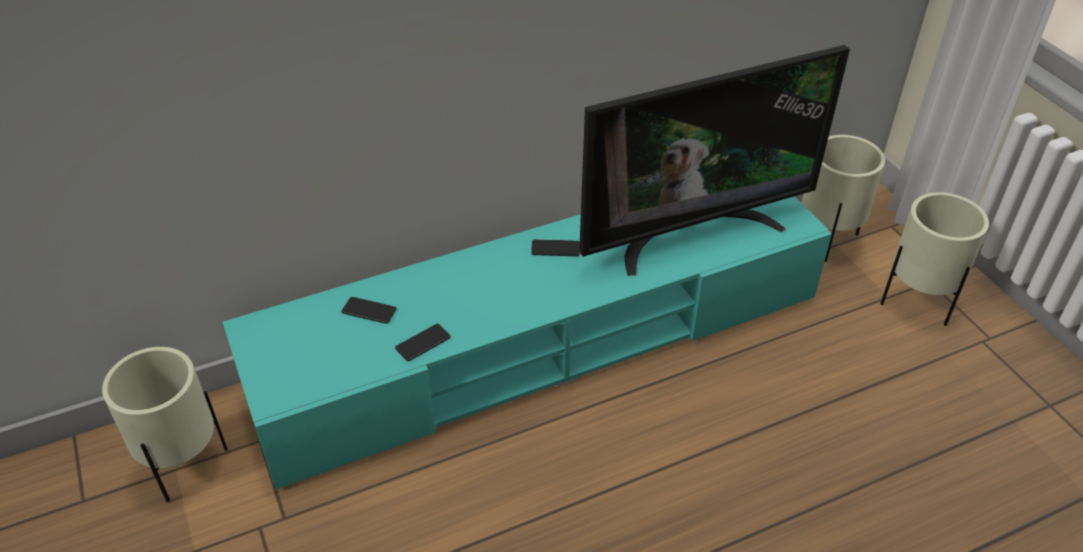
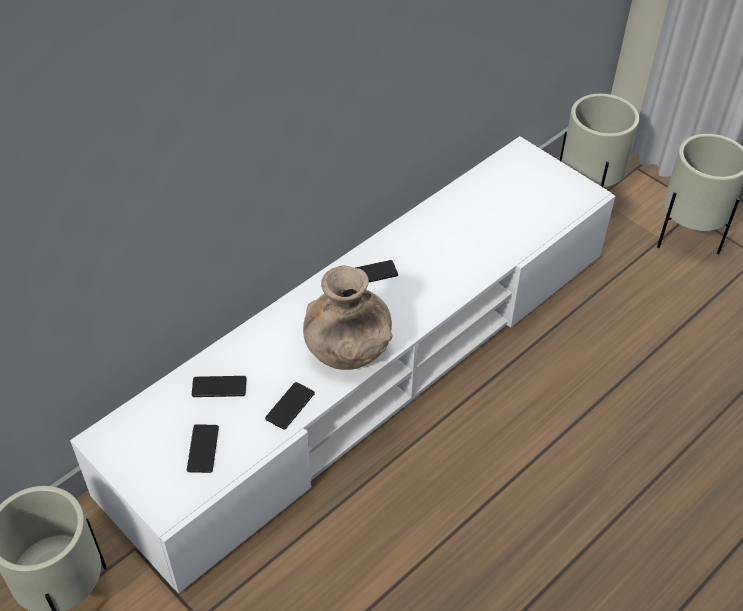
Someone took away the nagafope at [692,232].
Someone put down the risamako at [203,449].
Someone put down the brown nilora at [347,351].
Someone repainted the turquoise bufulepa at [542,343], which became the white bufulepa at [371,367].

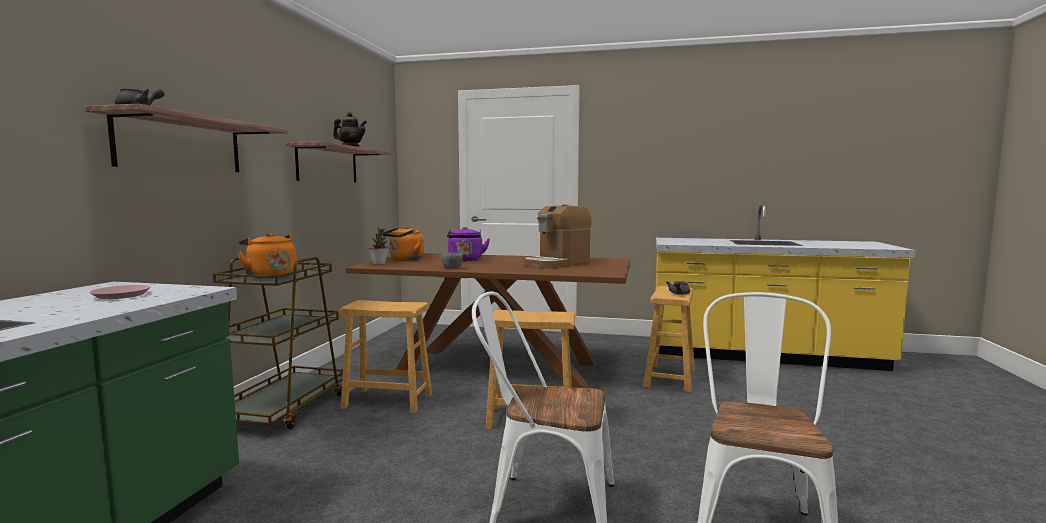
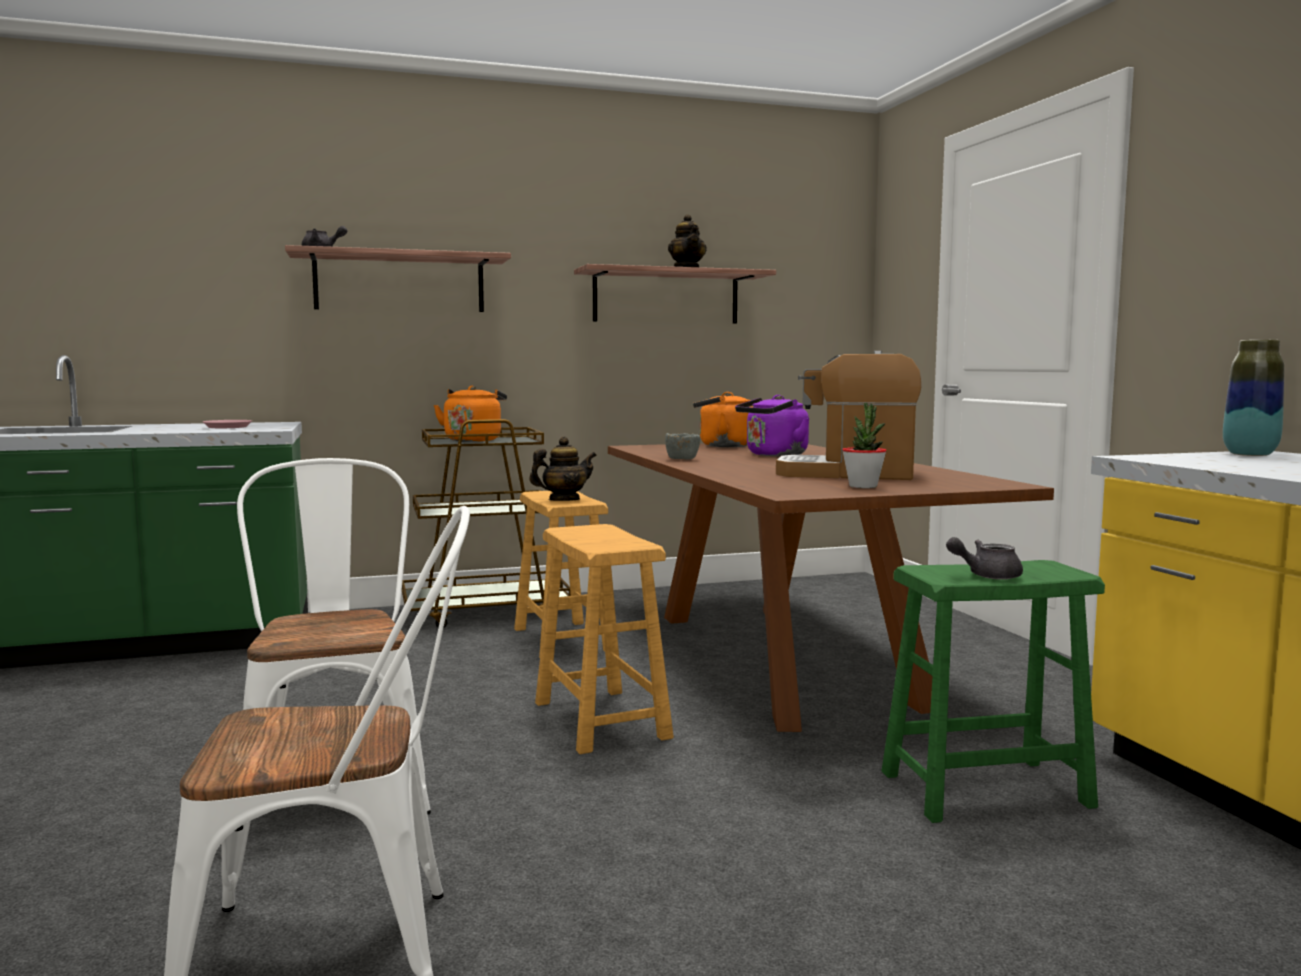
Someone put down the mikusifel at [563,500].
Someone put down the nilora at [1250,454].
Someone carried the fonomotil from [379,263] to [863,486].
Someone repainted the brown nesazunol at [670,378], which became the green nesazunol at [985,789].

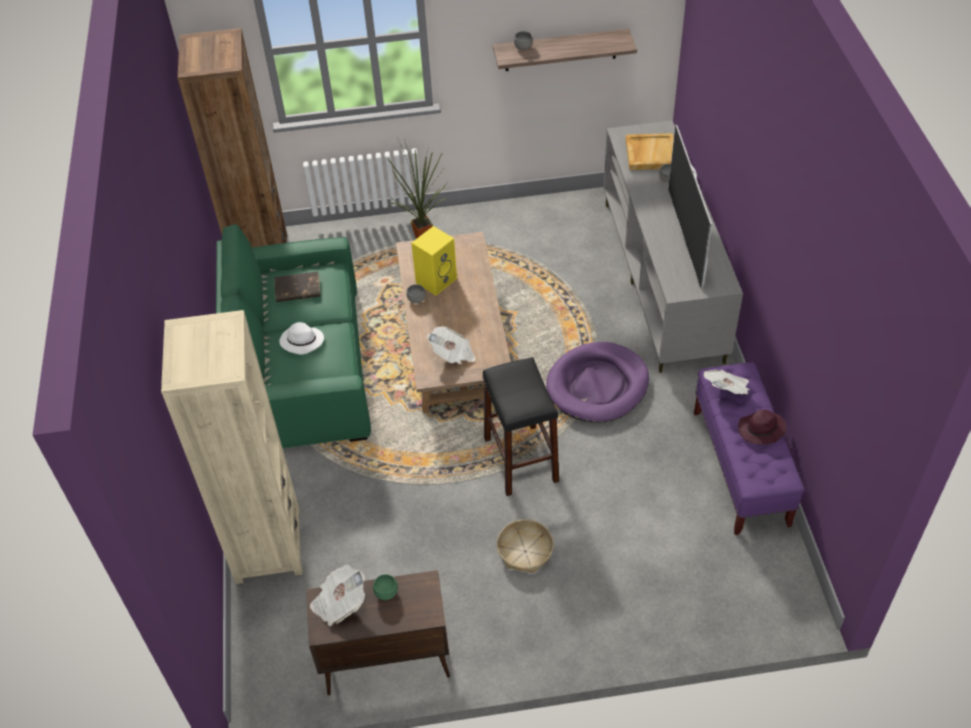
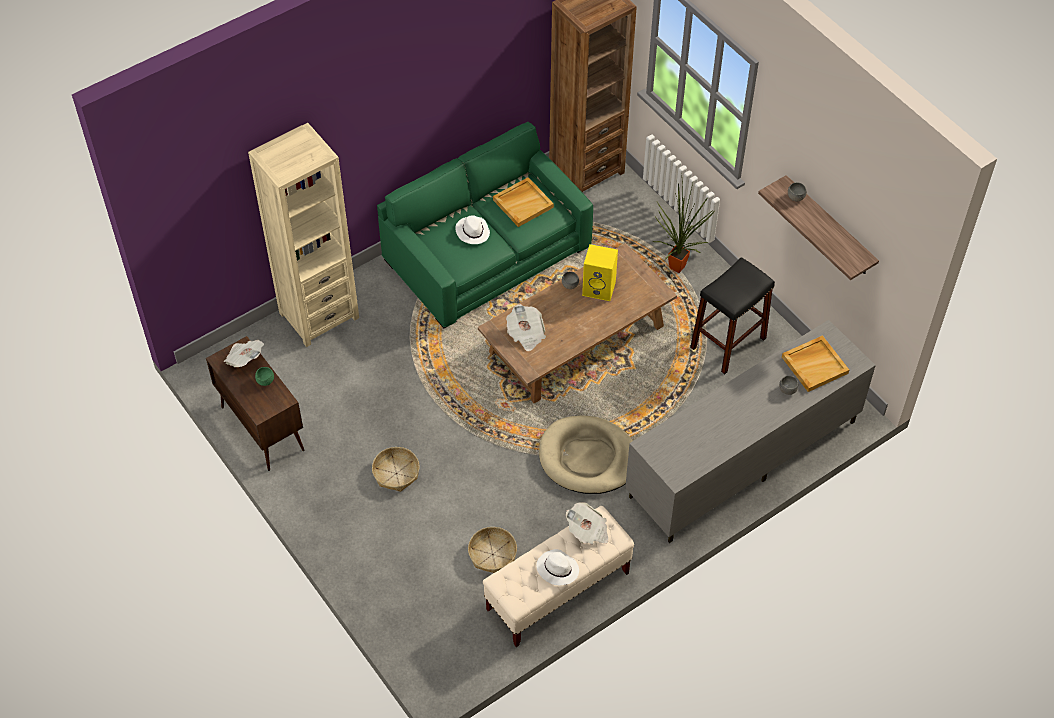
Someone took away the nagafope at [685,237].
Someone put down the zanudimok at [492,554].
Someone carried the black nesazunol from [521,460] to [728,343].
Someone swapped the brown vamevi at [297,289] for the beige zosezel at [523,203].
Someone repainted the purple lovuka at [597,385], which became the beige lovuka at [588,458].
Someone repainted the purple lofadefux at [740,468], which became the beige lofadefux at [557,591].
Someone repainted the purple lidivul at [760,430], which became the white lidivul at [557,569].

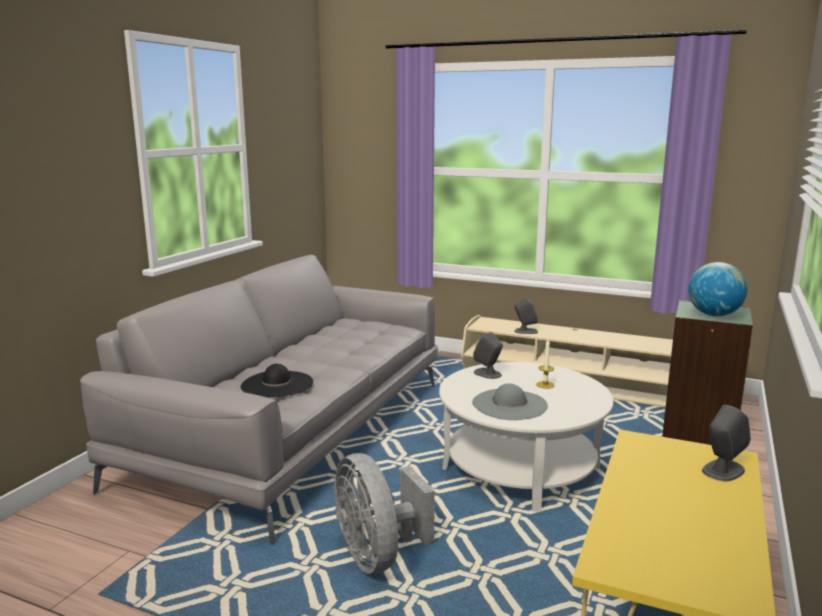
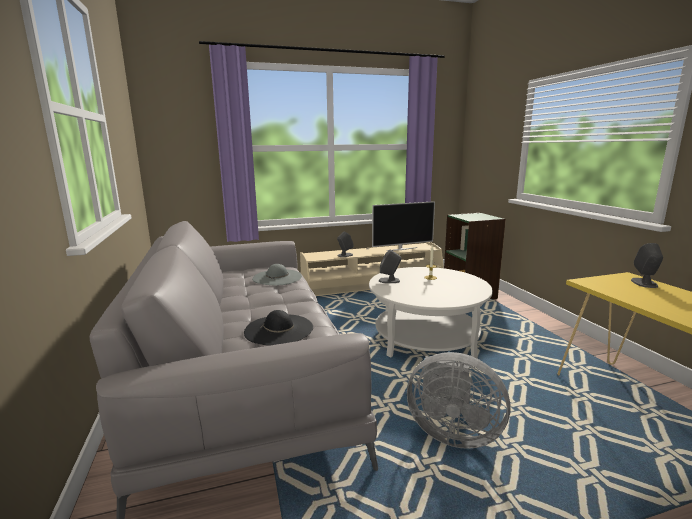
Someone took away the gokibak at [713,315].
Someone put down the nagafope at [401,249].
Someone carried the grey lidivul from [509,404] to [277,277].

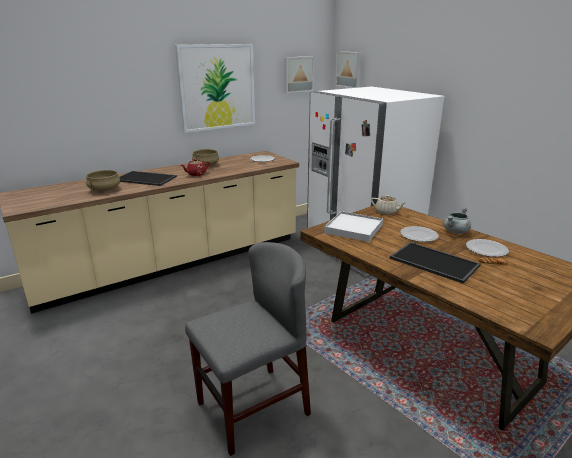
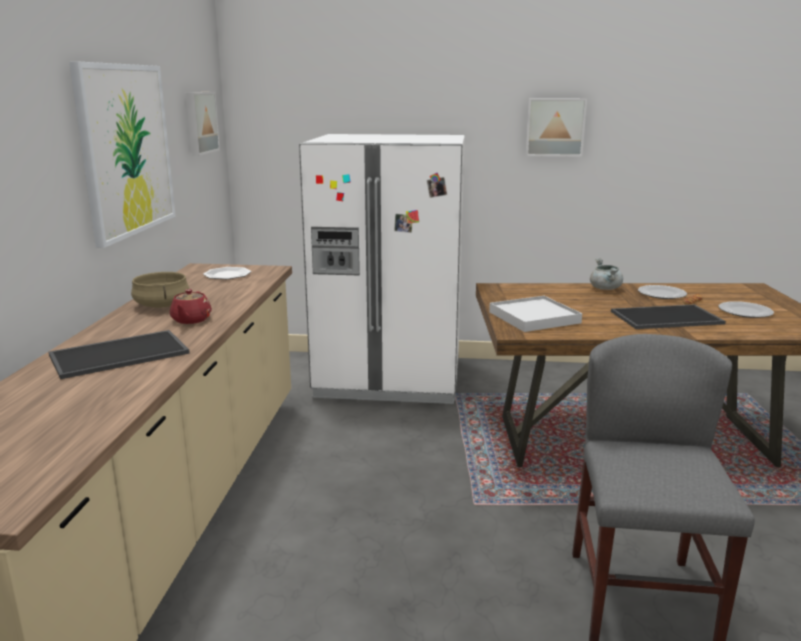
Someone took away the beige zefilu at [104,189].
Someone took away the beige mikusifel at [386,212].
Someone carried the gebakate from [349,69] to [555,127].
Someone carried the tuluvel from [419,236] to [746,312].

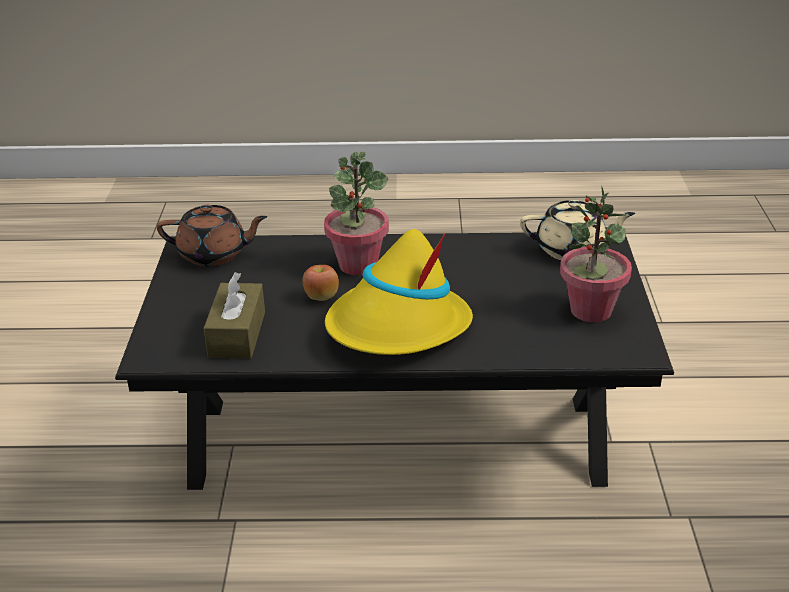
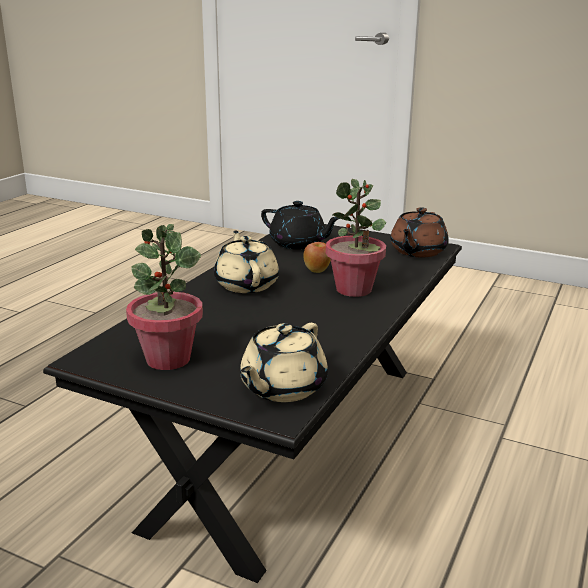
Someone swapped the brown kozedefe at [237,334] for the black mikusifel at [298,244].
Someone swapped the yellow lidivul at [398,327] for the beige mikusifel at [246,284].

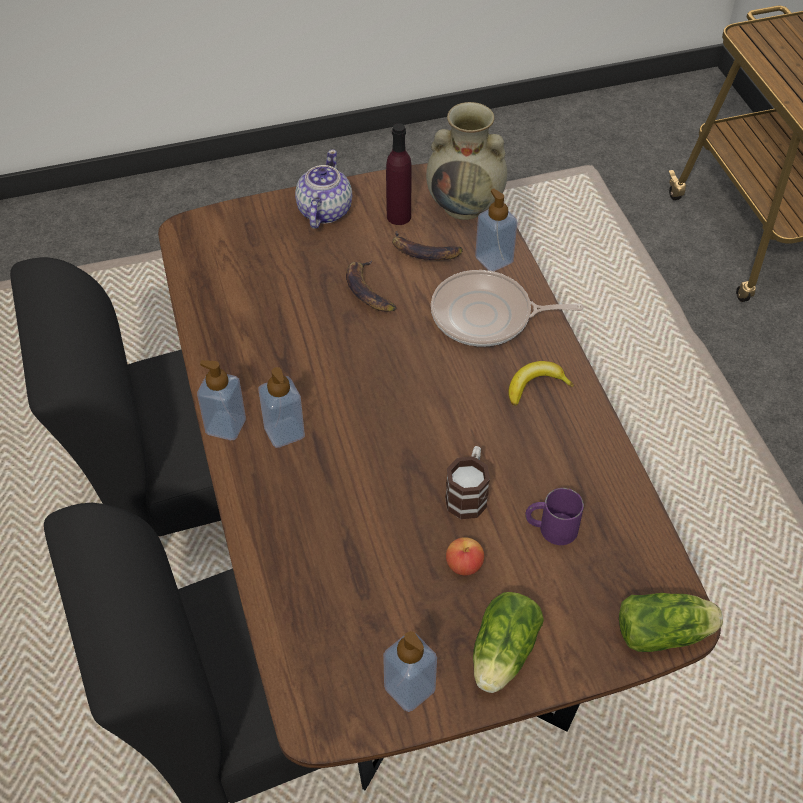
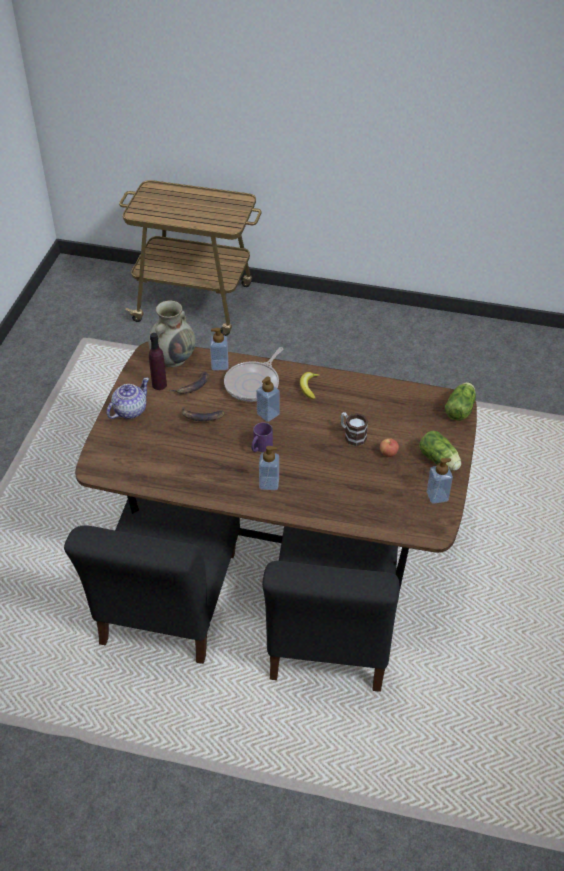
Someone carried the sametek from [226,426] to [268,414].
Someone carried the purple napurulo from [550,528] to [260,447].
Someone rotated the mikusifel at [324,211] by 90 degrees clockwise.

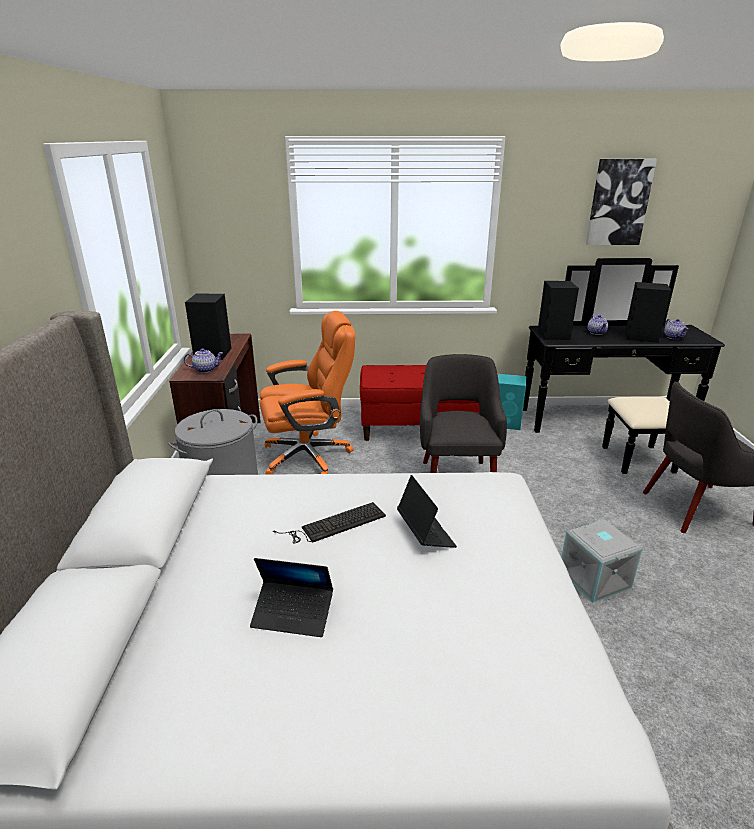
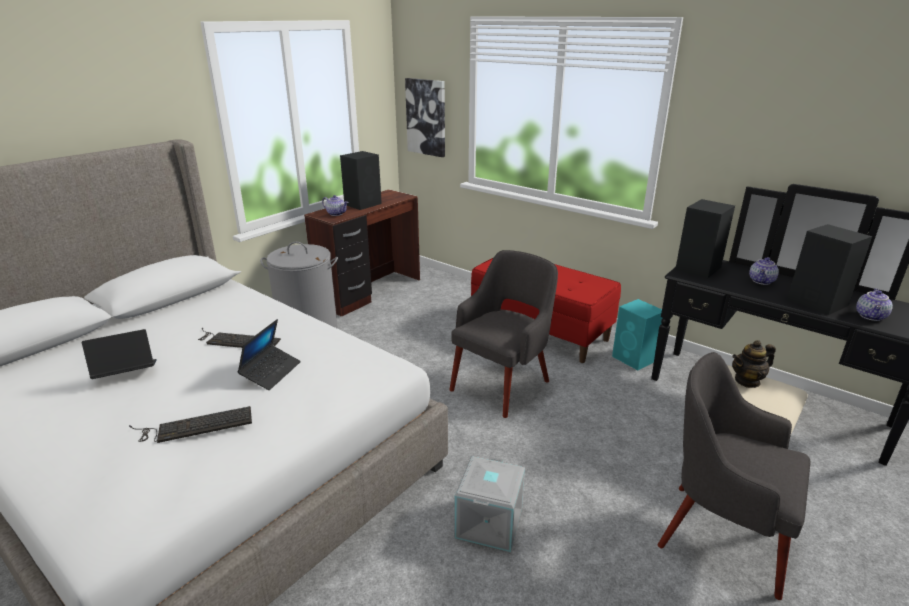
Someone took away the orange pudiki at [308,456].
Someone put down the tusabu at [193,426].
Someone put down the mikusifel at [747,381].
Someone carried the gebakate from [618,202] to [426,117].
Someone rotated the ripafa at [293,614] by 105 degrees clockwise.

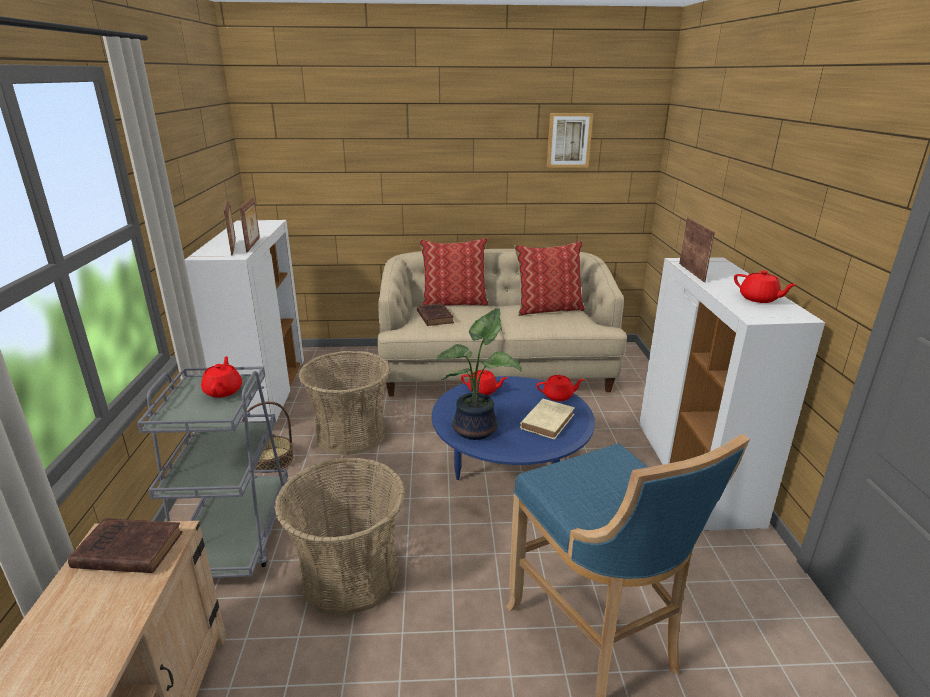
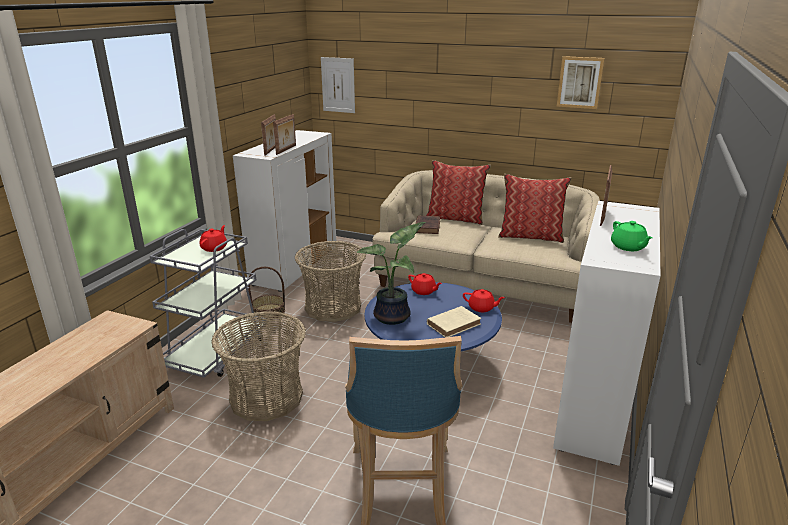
Someone took away the brown vamevi at [126,550].
Someone put up the gebakate at [338,85].
Someone repainted the red mikusifel at [759,299], which became the green mikusifel at [628,247].

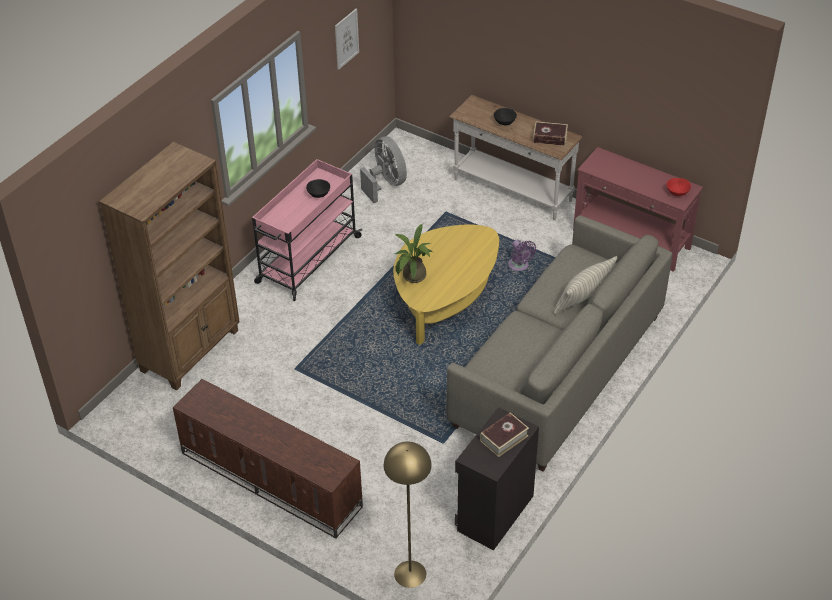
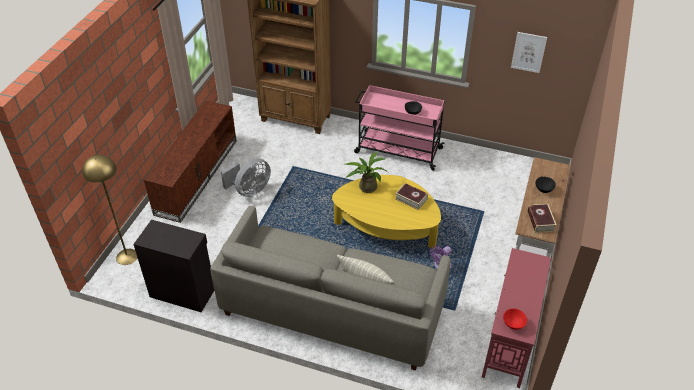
Someone carried the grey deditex from [386,184] to [250,190].
Someone carried the vamevi from [504,438] to [411,199].

